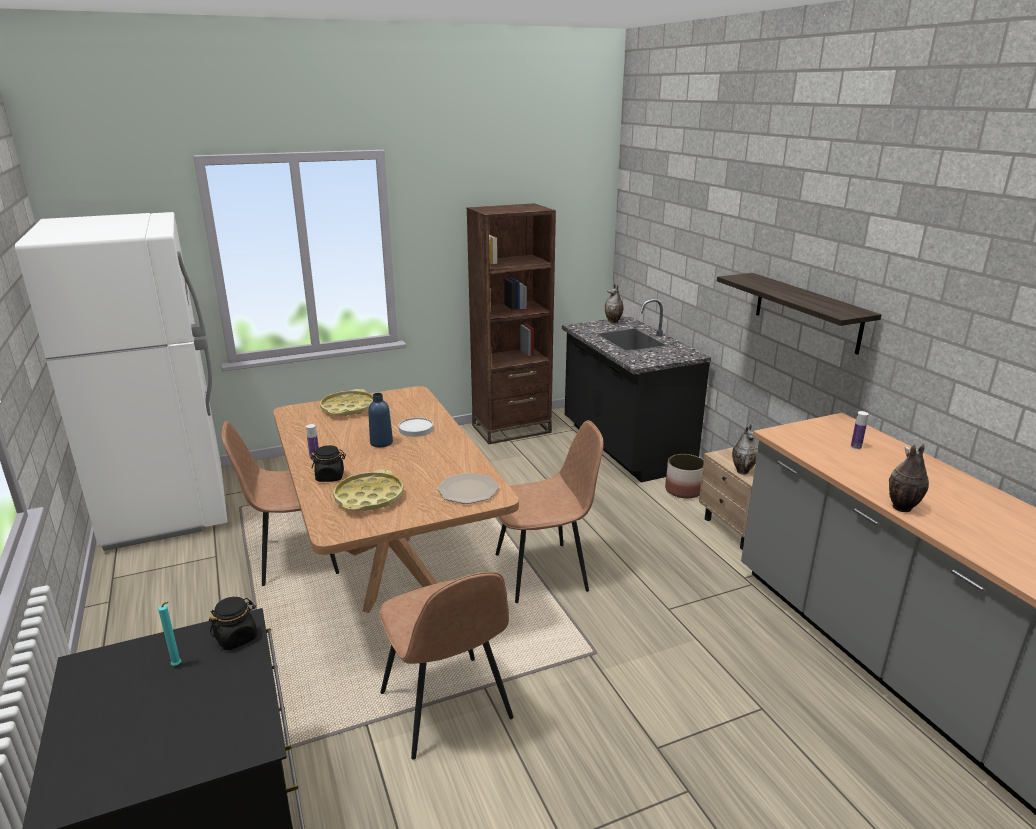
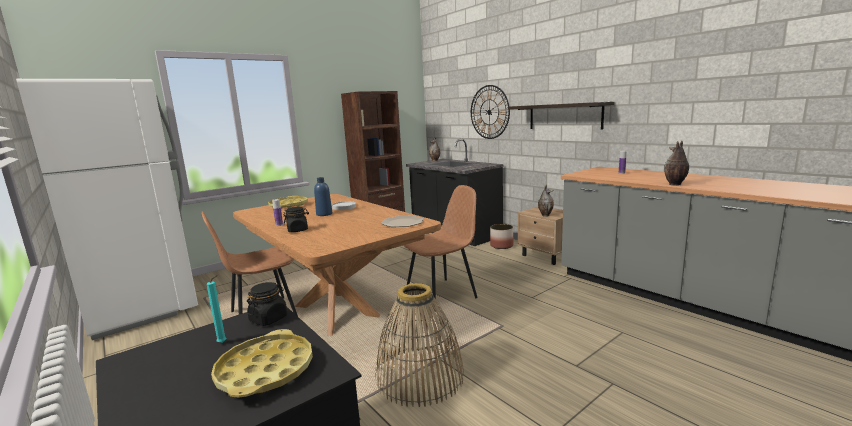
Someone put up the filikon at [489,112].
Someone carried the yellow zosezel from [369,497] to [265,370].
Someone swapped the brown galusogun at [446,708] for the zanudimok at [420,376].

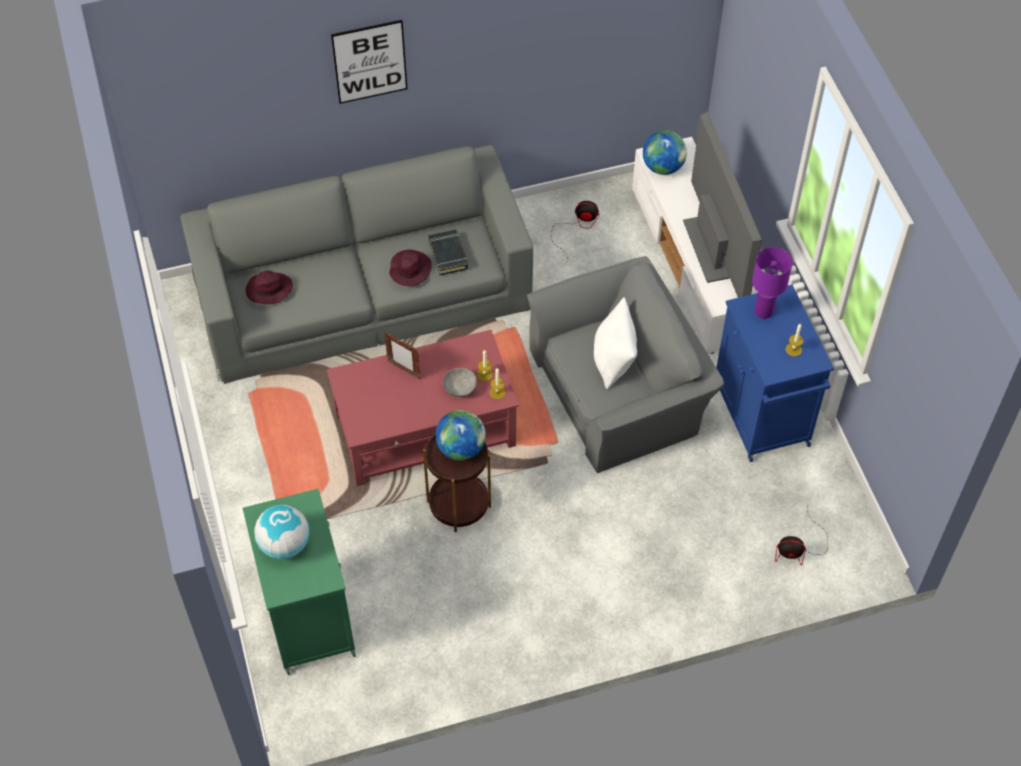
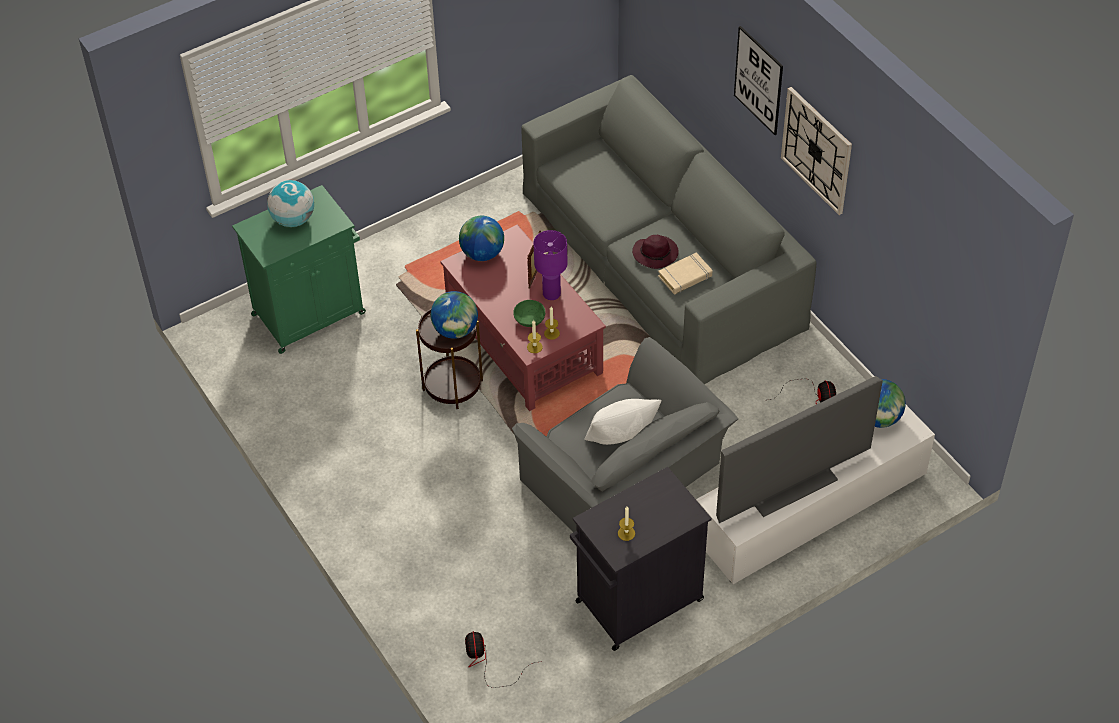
Someone took away the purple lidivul at [268,290].
Someone put down the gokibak at [482,253].
Someone put up the filikon at [816,150].
Someone carried the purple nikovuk from [763,312] to [551,294].
Someone repainted the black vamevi at [448,255], which became the beige vamevi at [685,276].
Someone repainted the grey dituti at [459,388], which became the green dituti at [529,319].
Someone repainted the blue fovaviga at [762,416], which became the black fovaviga at [637,602].

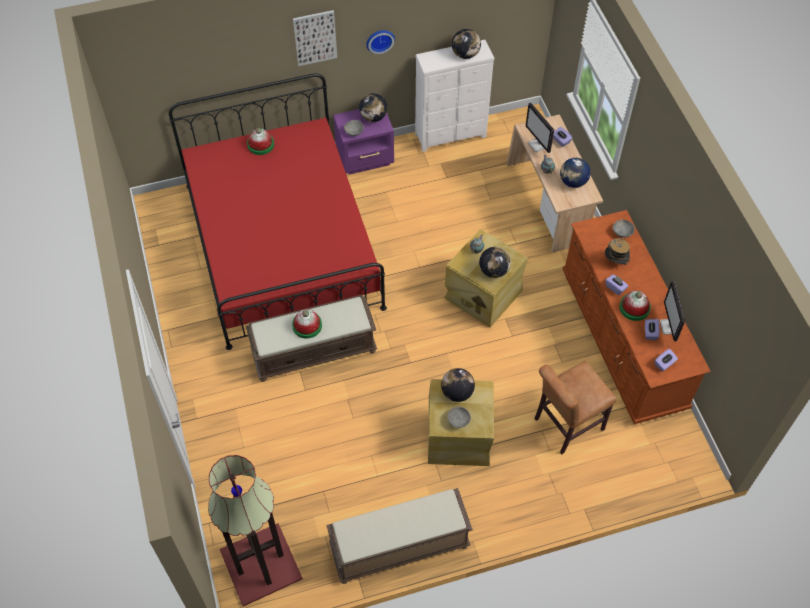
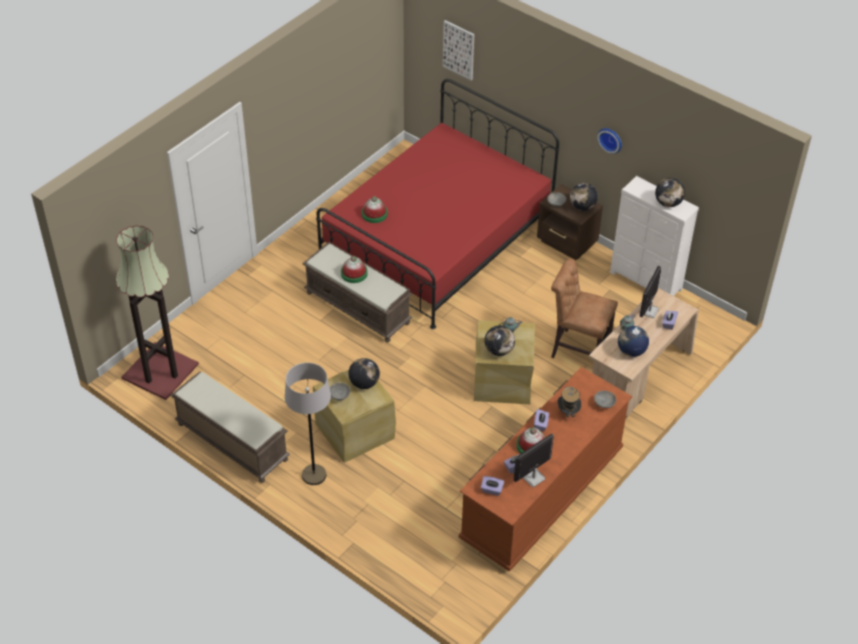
Someone put down the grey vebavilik at [314,475].
Someone carried the lidivul from [260,144] to [374,214].
Someone carried the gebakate from [315,37] to [458,50].
Someone carried the brown galusogun from [565,425] to [577,349].
Someone repainted the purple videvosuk at [366,158], which became the brown videvosuk at [567,243].

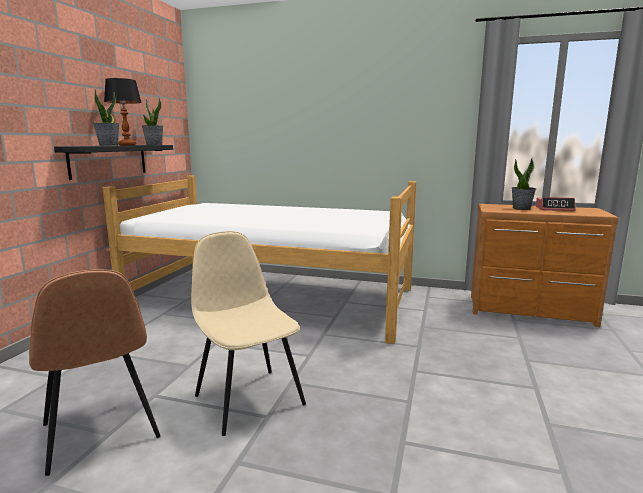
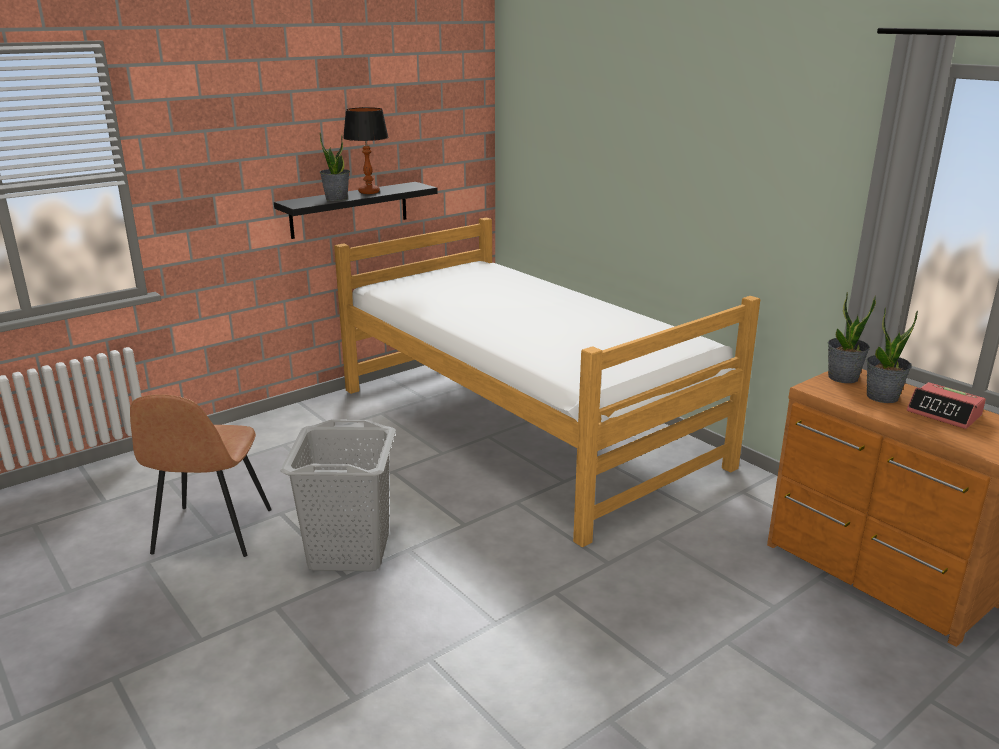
Someone carried the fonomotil from [154,144] to [843,377].
Someone swapped the beige galusogun at [248,398] for the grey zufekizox at [350,550].

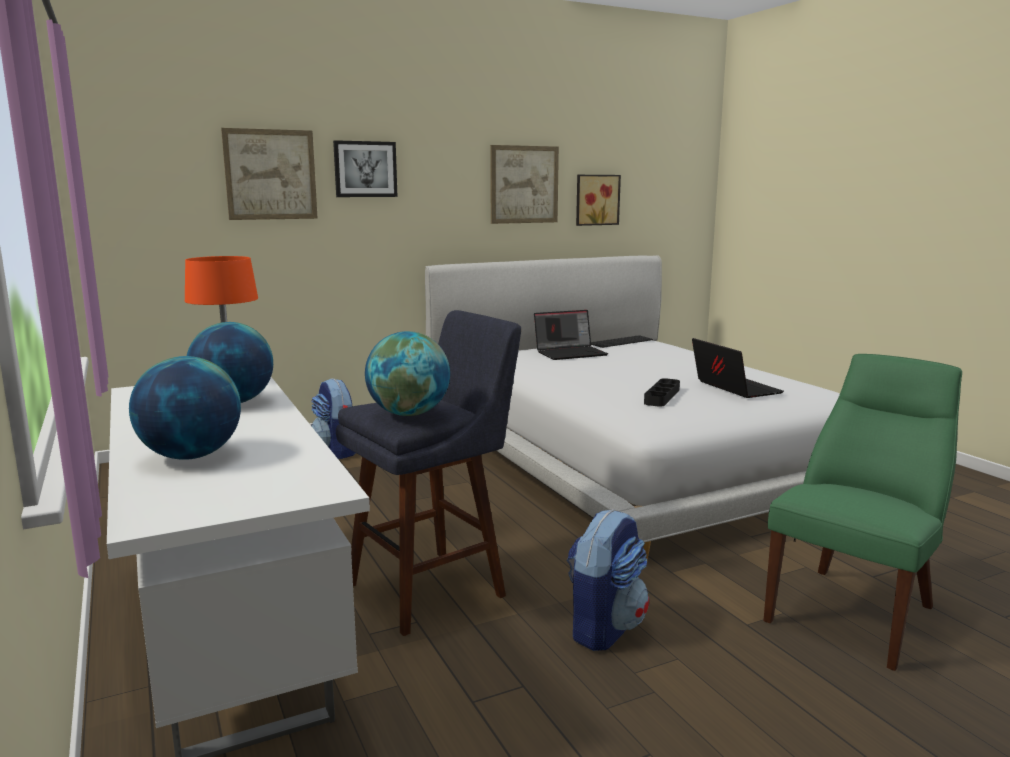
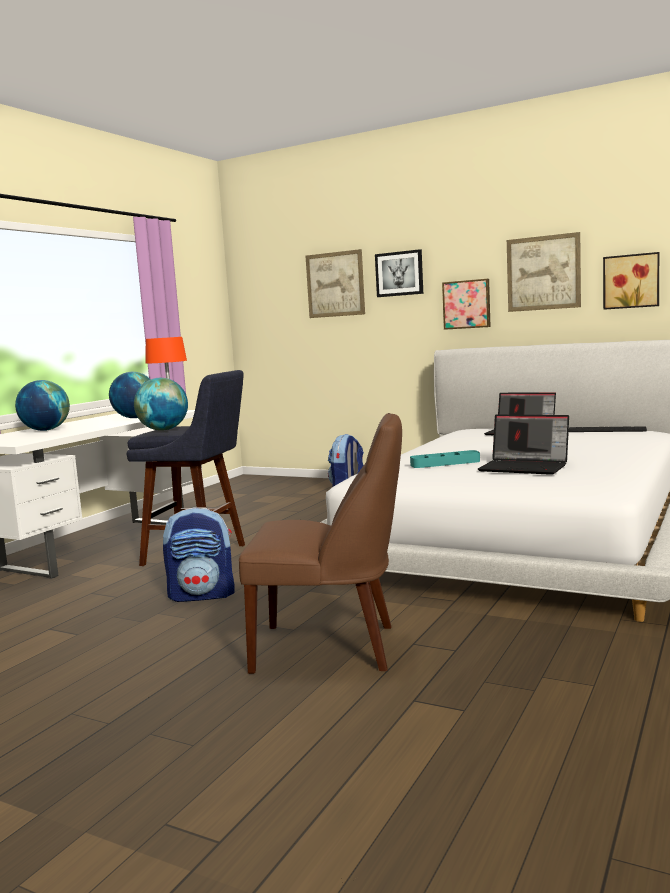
Someone put up the gebakate at [467,304].
Someone repainted the black zosezel at [662,396], which became the turquoise zosezel at [445,463].
Someone repainted the green galusogun at [855,611], which became the brown galusogun at [332,648].
Someone rotated the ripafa at [733,388] by 90 degrees clockwise.

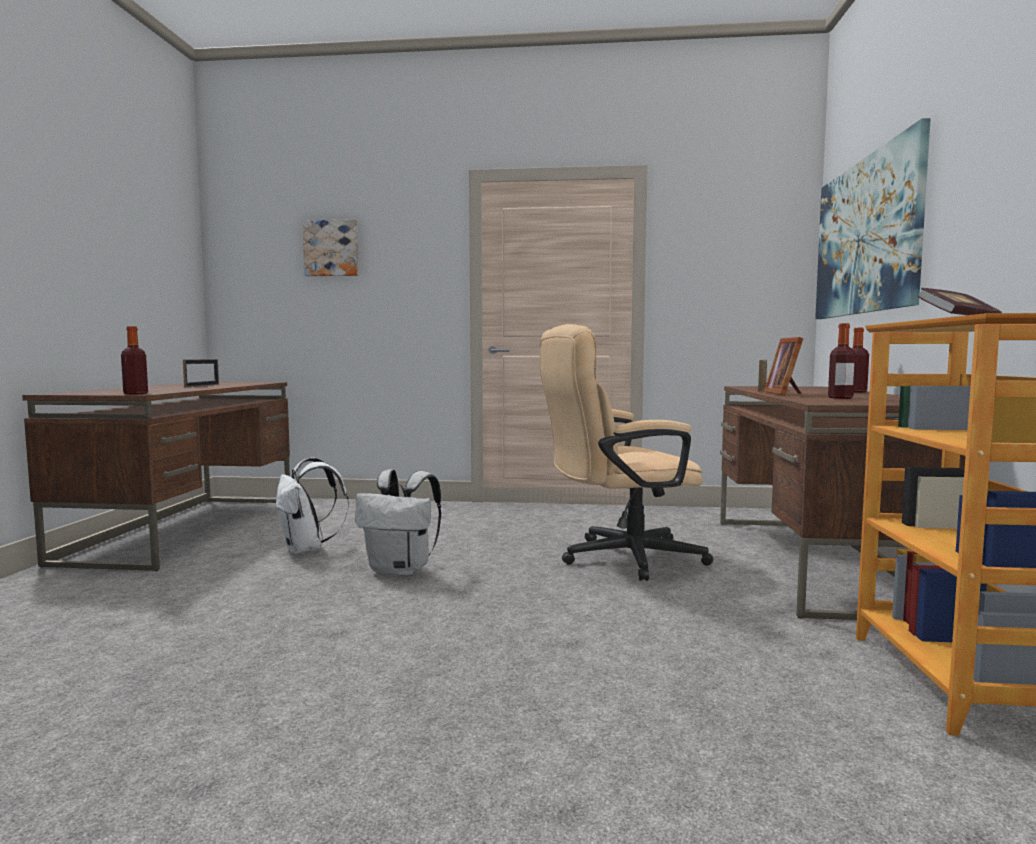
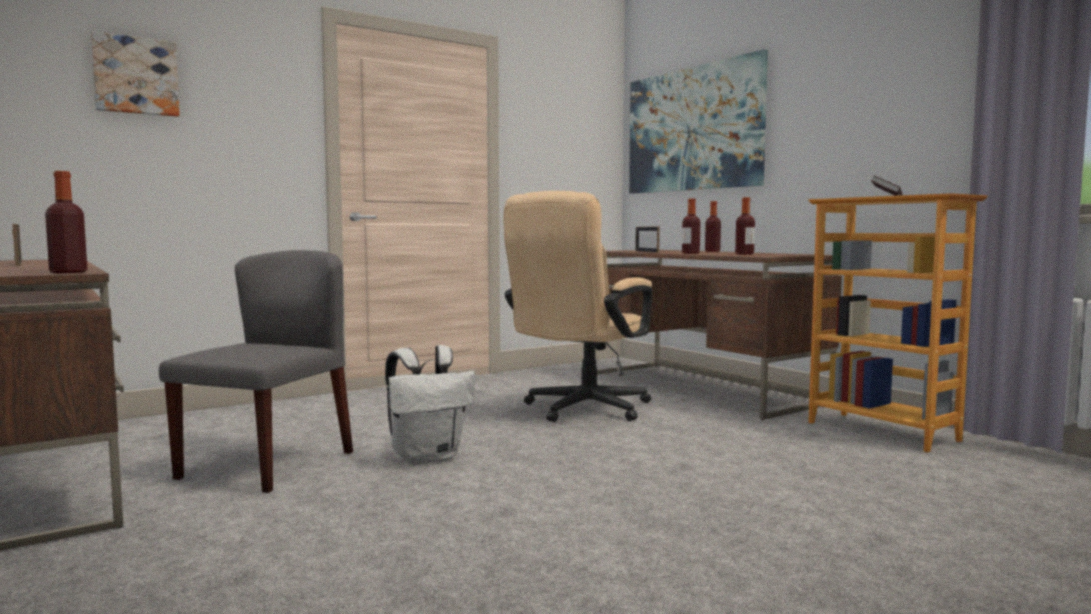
Someone swapped the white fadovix at [307,549] for the grey galusogun at [268,464].
Someone swapped the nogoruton at [785,394] for the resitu at [690,253].

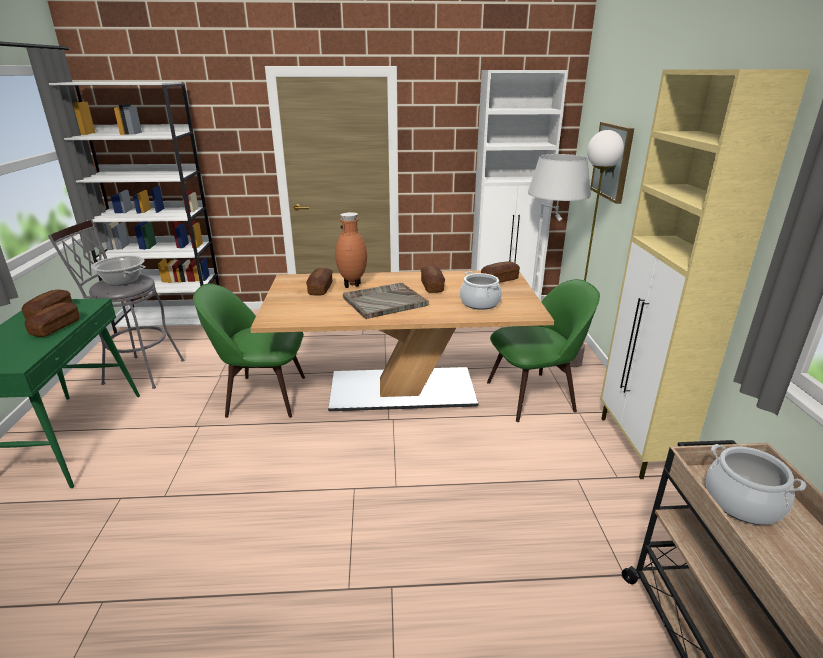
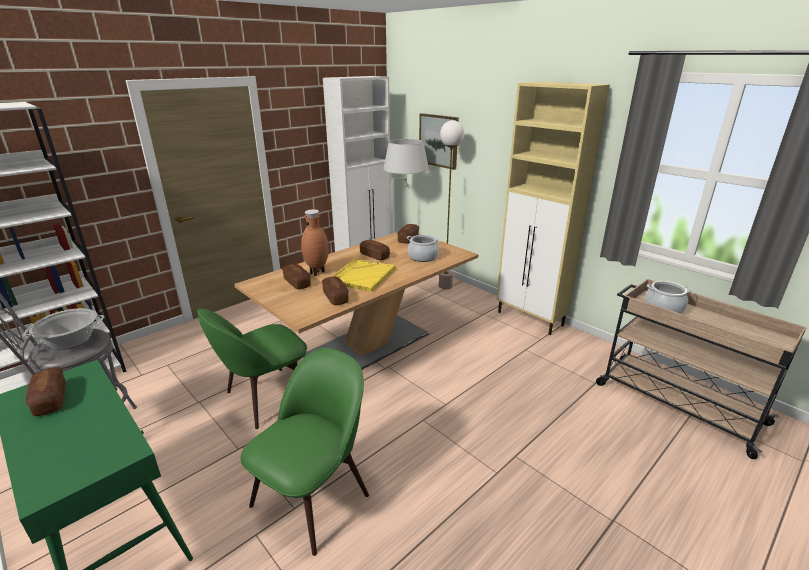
Someone carried the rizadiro from [56,327] to [335,297].
Someone carried the green galusogun from [534,395] to [314,496].
Someone repainted the grey zosezel at [384,302], which became the yellow zosezel at [362,276].

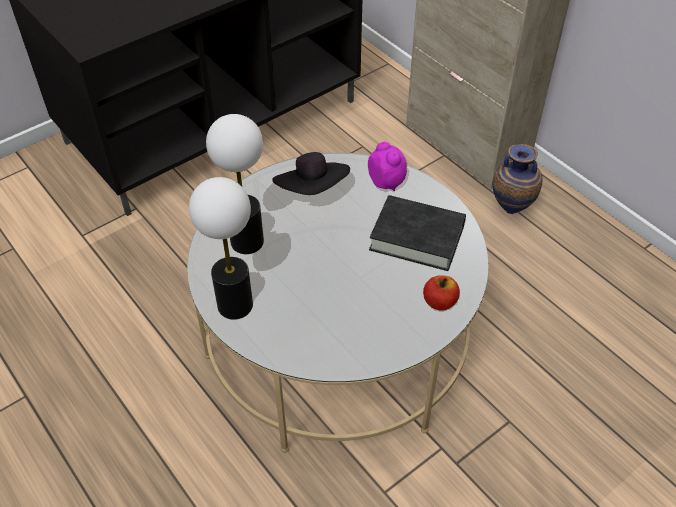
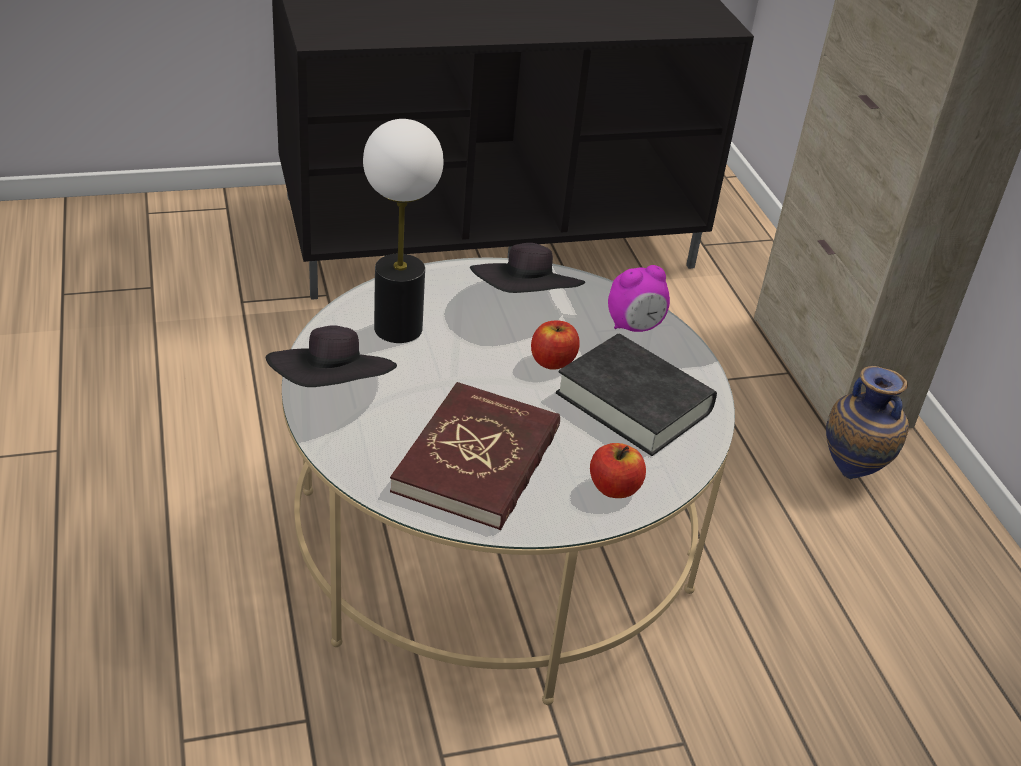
Someone put down the red vamevi at [478,460].
Someone put down the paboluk at [552,361].
Someone swapped the nikovuk at [235,305] for the black lidivul at [333,390].
Someone rotated the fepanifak at [387,182] by 75 degrees clockwise.

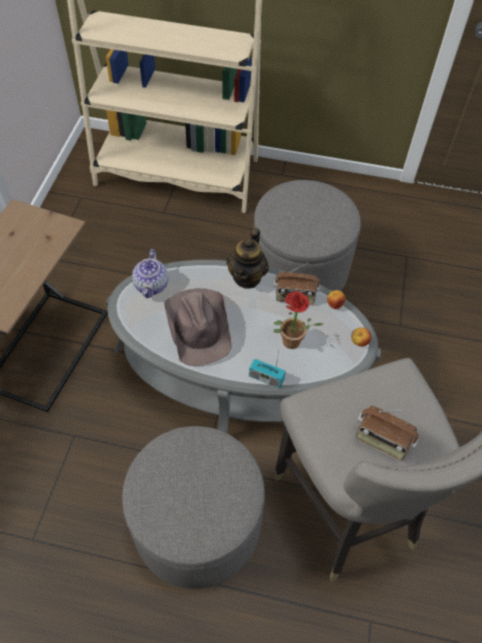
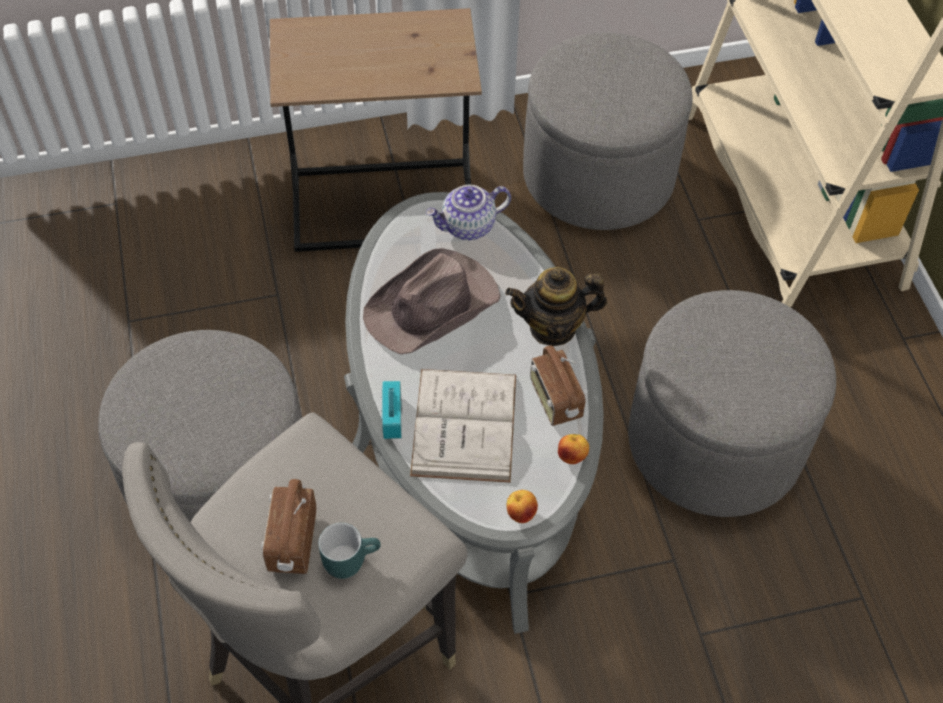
Someone put down the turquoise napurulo at [349,557].
Someone put down the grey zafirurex at [598,175].
Someone swapped the fonomotil at [289,344] for the white vamevi at [464,424].

